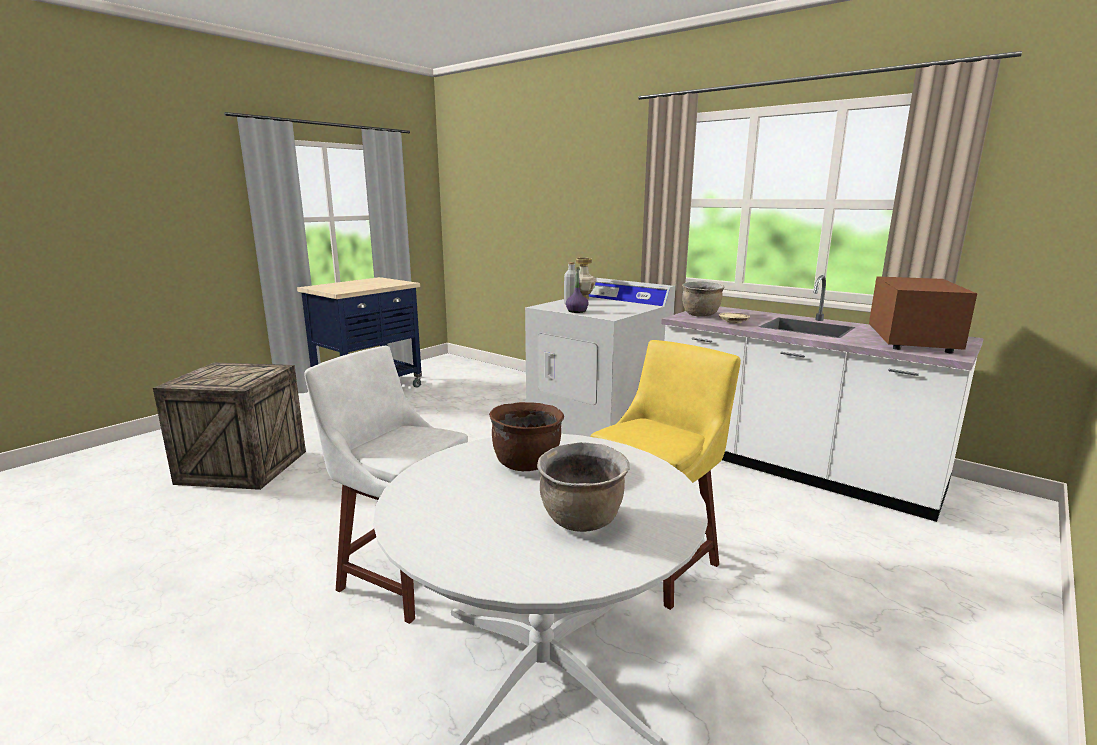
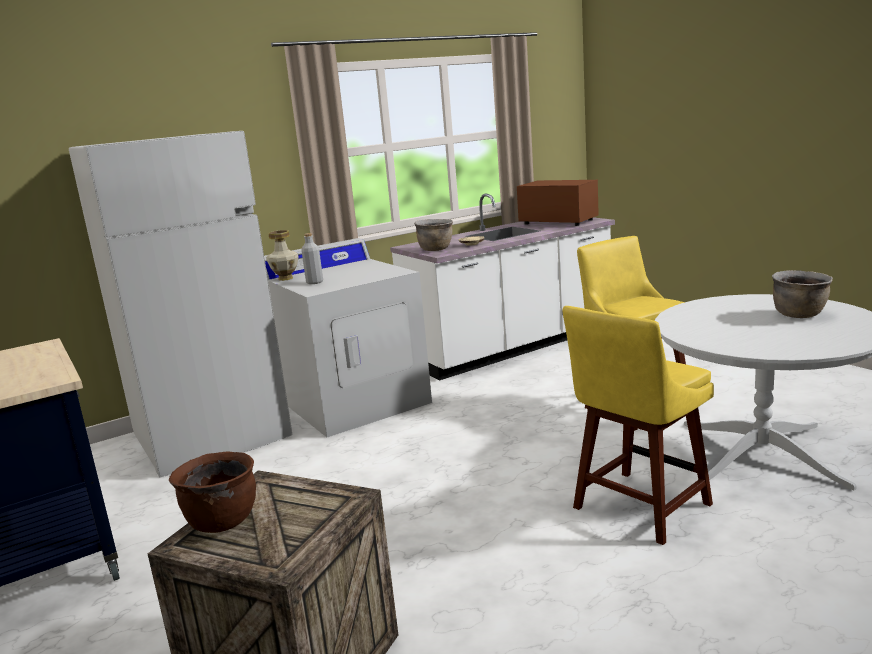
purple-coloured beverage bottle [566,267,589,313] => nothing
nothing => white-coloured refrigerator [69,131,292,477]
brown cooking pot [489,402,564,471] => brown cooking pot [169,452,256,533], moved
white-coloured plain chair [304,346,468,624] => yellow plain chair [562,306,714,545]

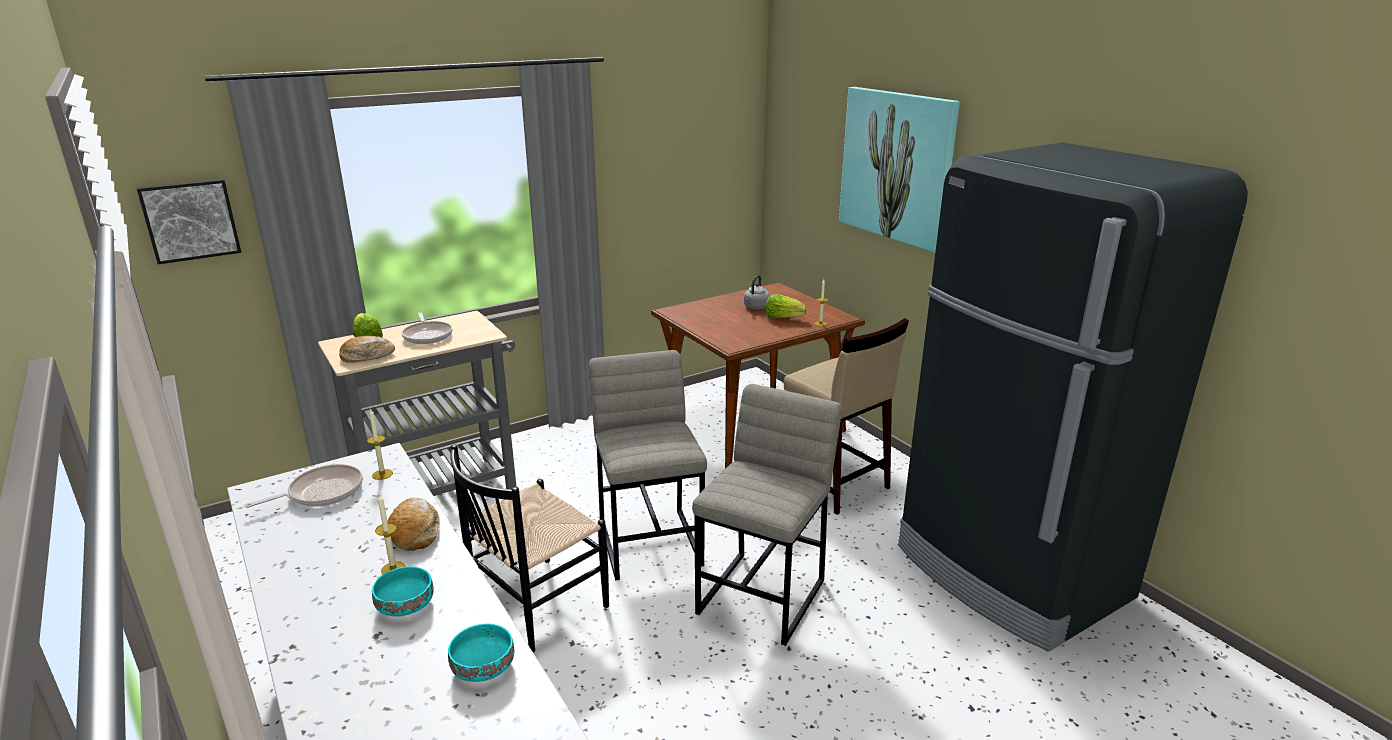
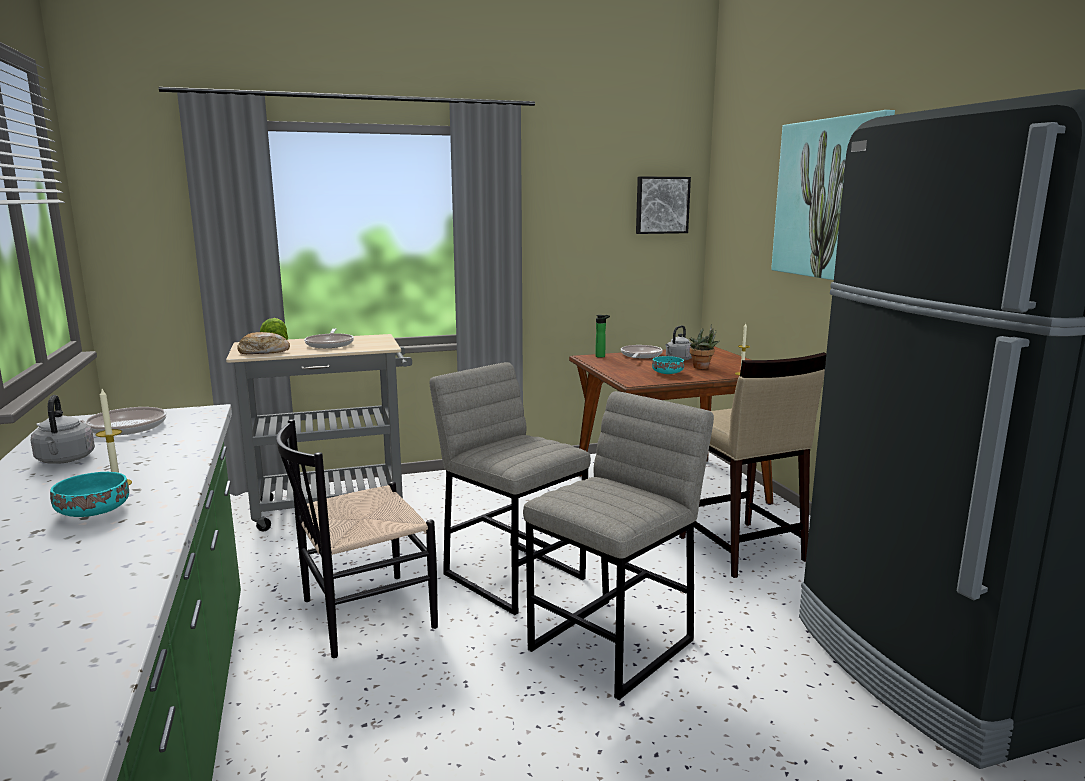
wax light [367,408,393,480] => nothing
bread [388,498,440,551] => nothing
nothing => greyish water kettle [31,395,95,463]
nothing => beverage bottle [595,315,610,358]
nothing => pan [621,345,663,358]
wall art [137,179,241,264] => wall art [636,176,691,234], moved
blue-green bowl [448,624,514,682] => blue-green bowl [652,356,684,374], moved
lettuce [766,294,807,318] => houseplant [690,324,719,369]
greyish plain chair [589,350,707,580] => greyish plain chair [430,362,591,615], 45 degrees counterclockwise

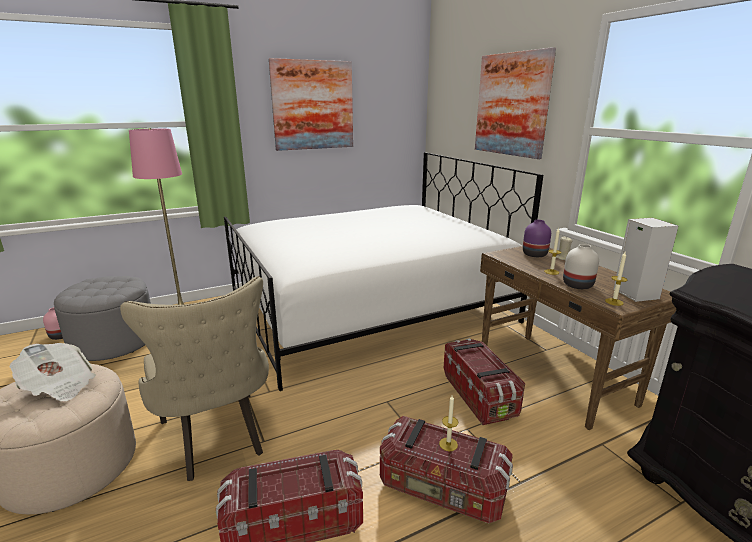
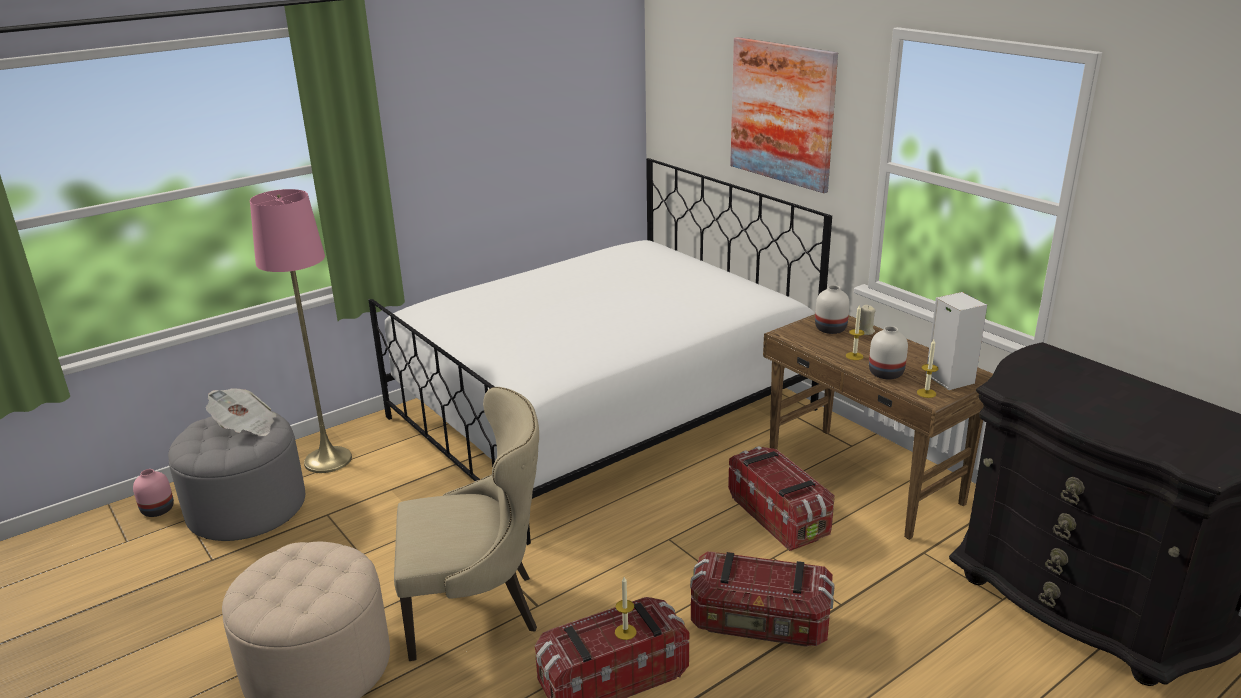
wall art [269,58,353,151] => nothing
printed paper [10,343,96,402] => printed paper [206,389,276,436], moved
wax light [439,395,458,451] => wax light [615,577,637,640], moved
purple-coloured flower vase [523,220,551,257] => white-coloured flower vase [815,285,850,334]
beige-coloured plain chair [120,276,269,481] => beige-coloured plain chair [394,387,539,661], 60 degrees counterclockwise

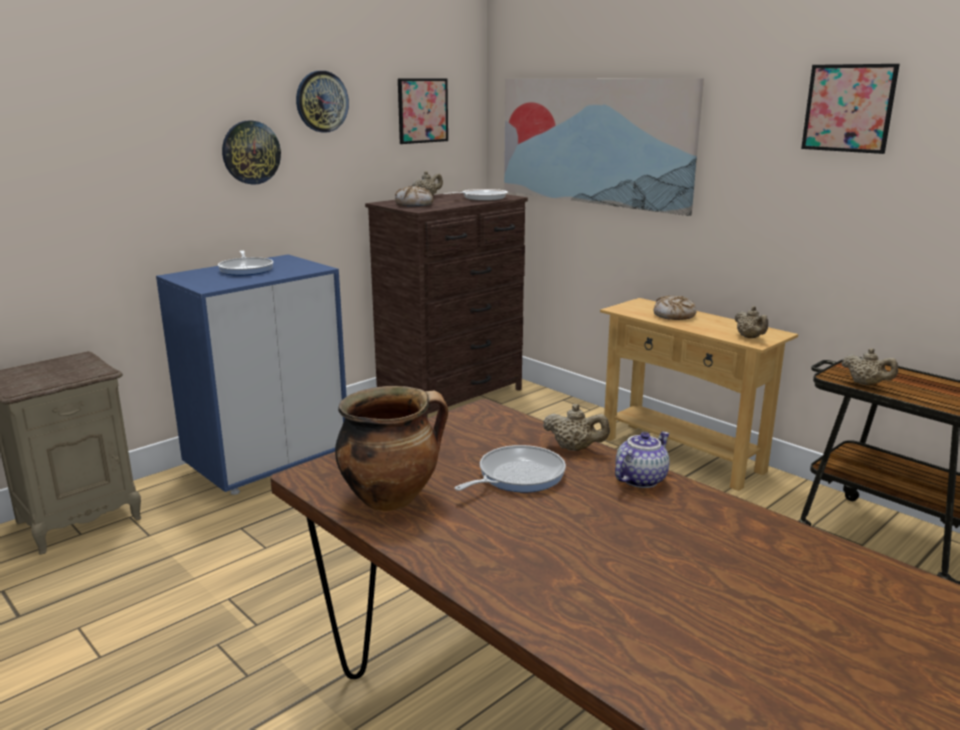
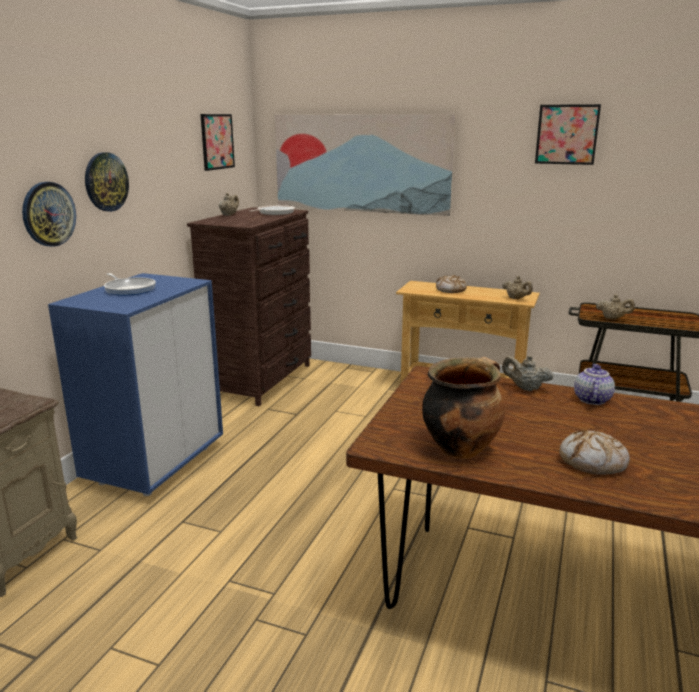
pan [454,445,566,492] => nothing
clock on the wall [296,71,349,133] => clock on the wall [22,182,76,247], moved
bread [395,186,433,207] => bread [559,430,630,474], moved
beige-coloured pot for tea [543,404,610,451] => beige-coloured pot for tea [502,355,553,391], 150 degrees counterclockwise

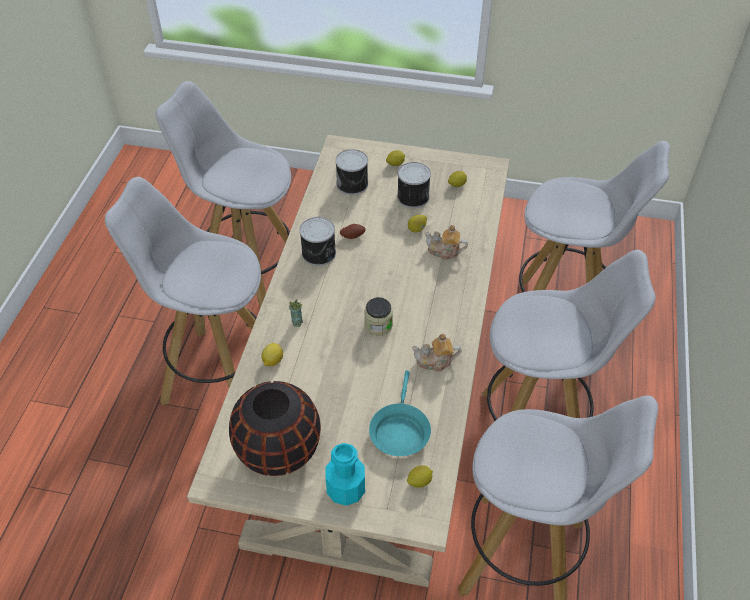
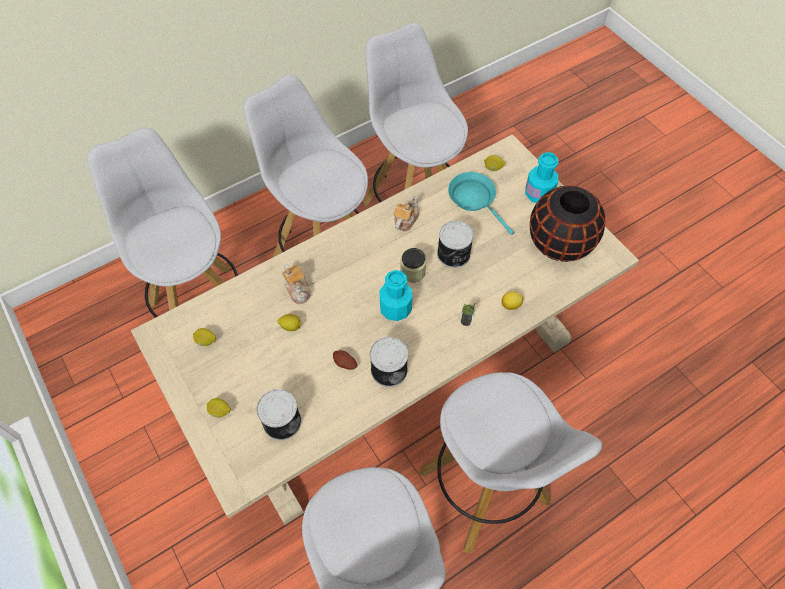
nothing => blue-green beverage bottle [380,270,412,321]
metal can [397,162,431,208] => metal can [437,221,474,268], moved
blue-green pan [369,370,431,456] => blue-green pan [448,172,514,235], 90 degrees counterclockwise
pot for tea [412,334,461,372] => pot for tea [394,195,419,231], 105 degrees counterclockwise

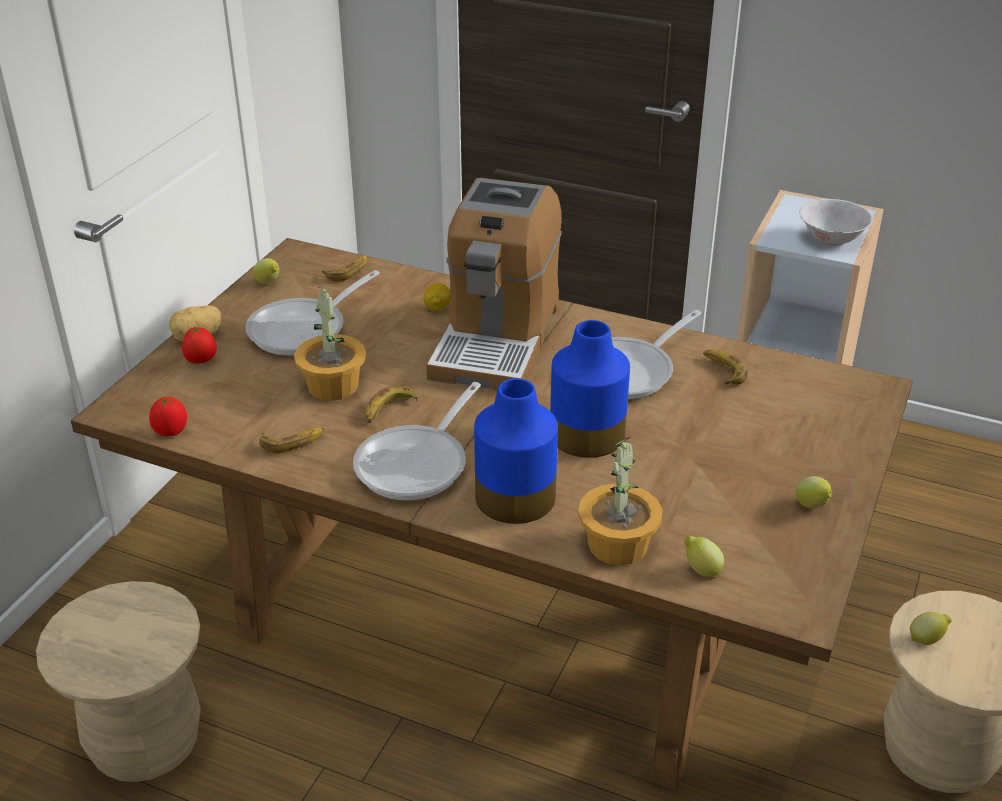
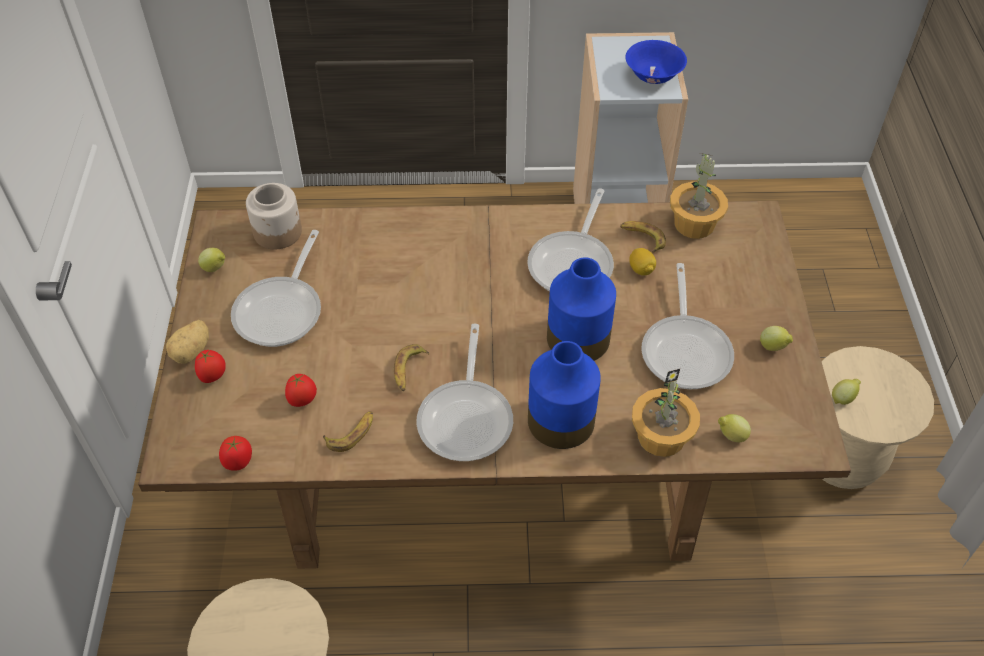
coffee machine [426,178,562,391] => nothing
nothing => tomato [285,374,317,407]
nothing => pan [641,263,734,389]
houseplant [294,287,366,401] => houseplant [670,153,728,239], moved
whole lemon [424,283,451,311] => whole lemon [629,248,656,275], moved
banana fruit [322,255,367,281] => storage jar [246,183,302,250]
white-coloured bowl [799,199,873,246] => bluish bowl [626,40,687,84]

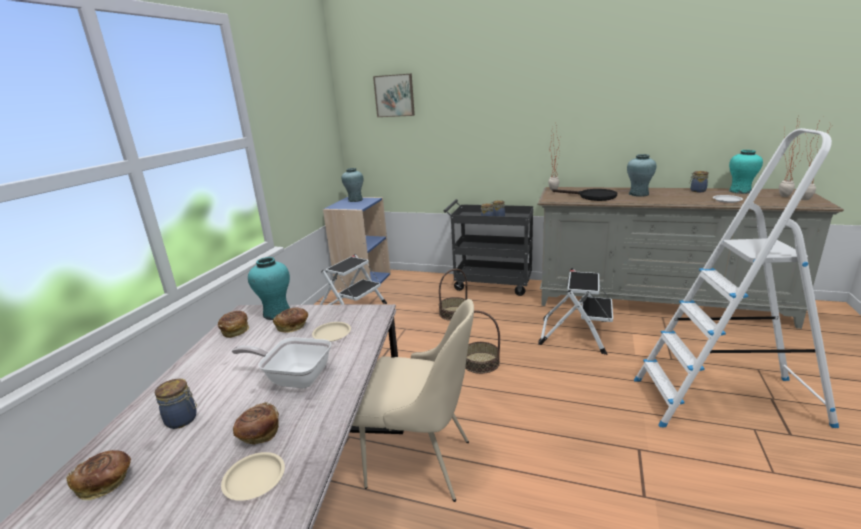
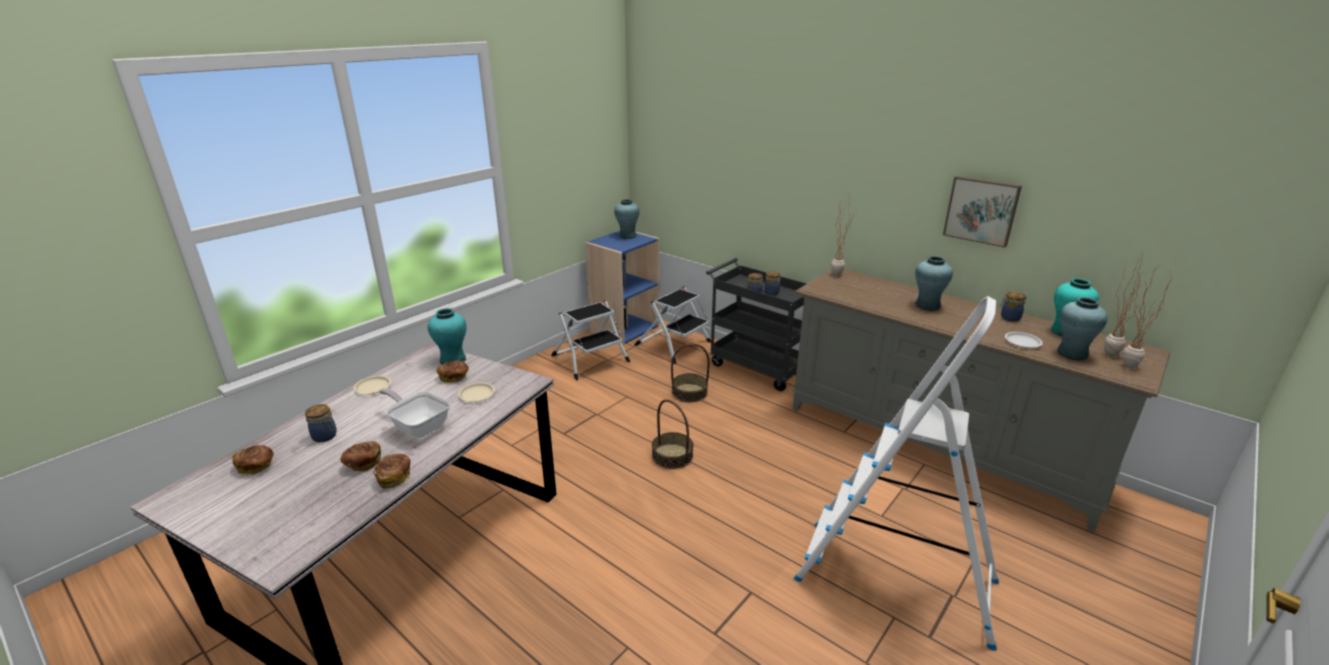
beige-coloured plain chair [352,299,474,502] => nothing
black pan [552,189,617,201] => nothing
nothing => blue-green flower vase [1057,297,1107,361]
bread [218,311,249,338] => bread [374,454,410,489], moved
beige-coloured dinner plate [221,452,285,501] => beige-coloured dinner plate [354,376,391,394], moved
wall art [373,74,415,117] => wall art [943,176,1022,248], moved
step stool [538,268,613,354] => step stool [634,286,711,364], moved

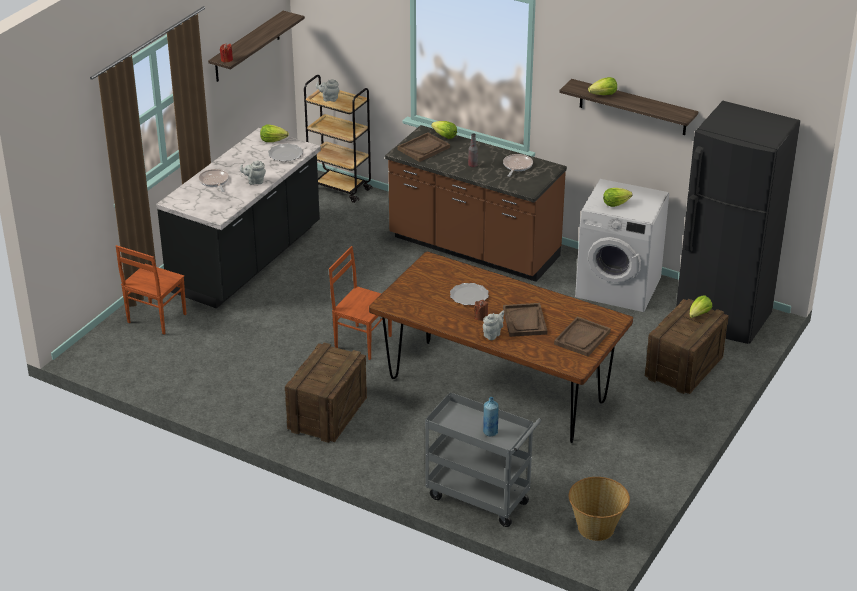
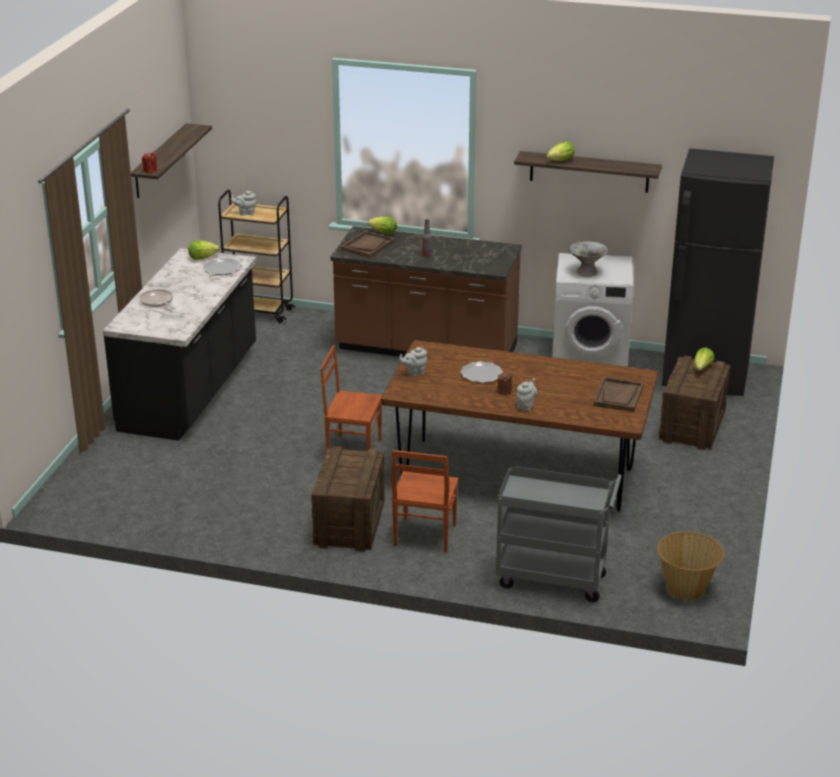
bluish beverage bottle [483,397,499,436] => nothing
pan [503,154,533,177] => nothing
brown carrying tray [503,303,547,337] => nothing
brown plain chair [116,245,187,335] => brown plain chair [391,450,458,552], moved
greyish pot for tea [240,161,266,185] => greyish pot for tea [399,347,427,376], moved
lettuce [603,188,633,207] => greyish bowl [569,242,608,277]

